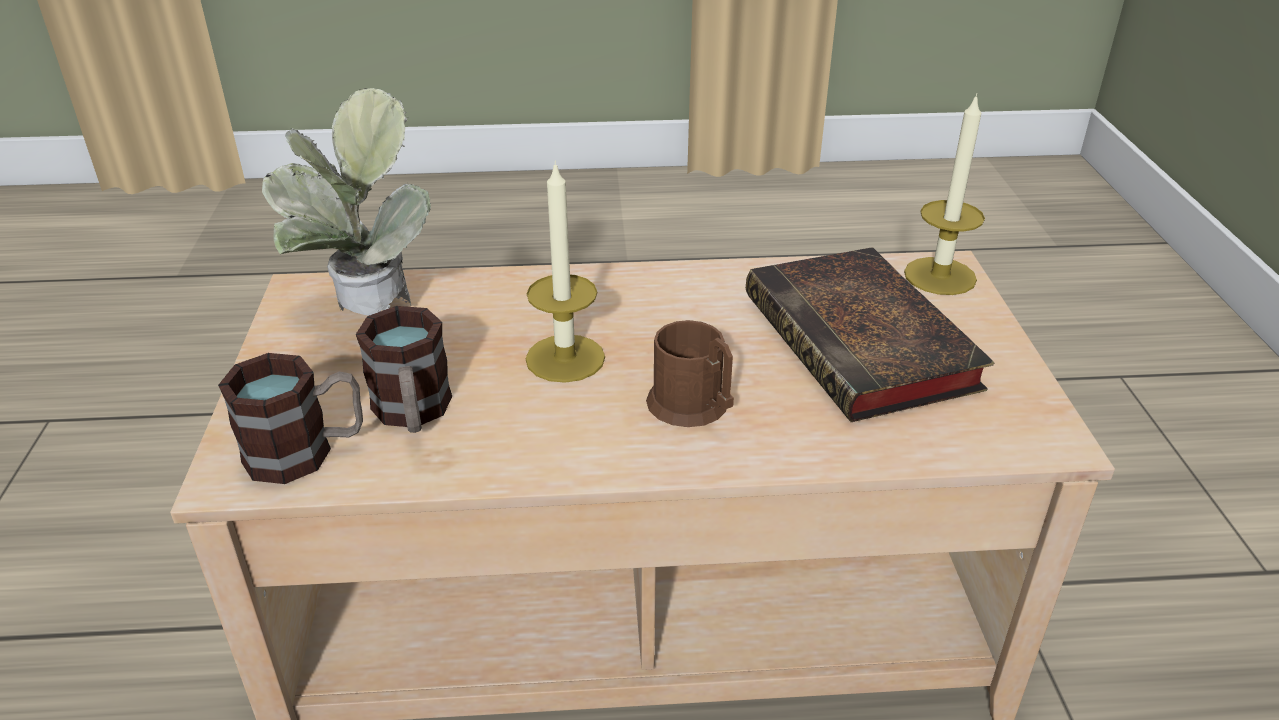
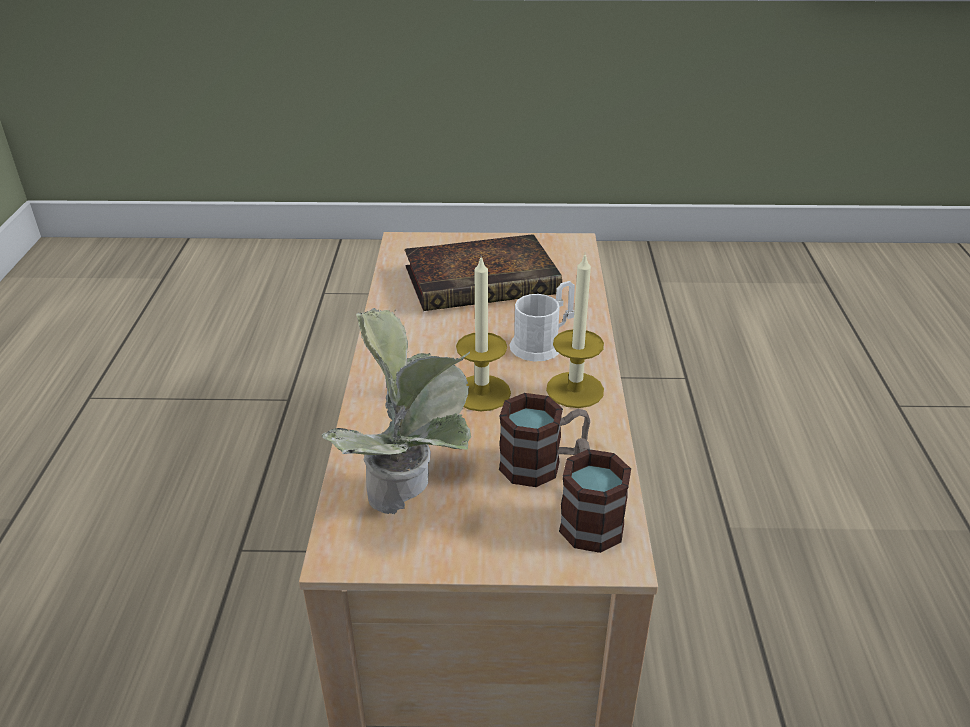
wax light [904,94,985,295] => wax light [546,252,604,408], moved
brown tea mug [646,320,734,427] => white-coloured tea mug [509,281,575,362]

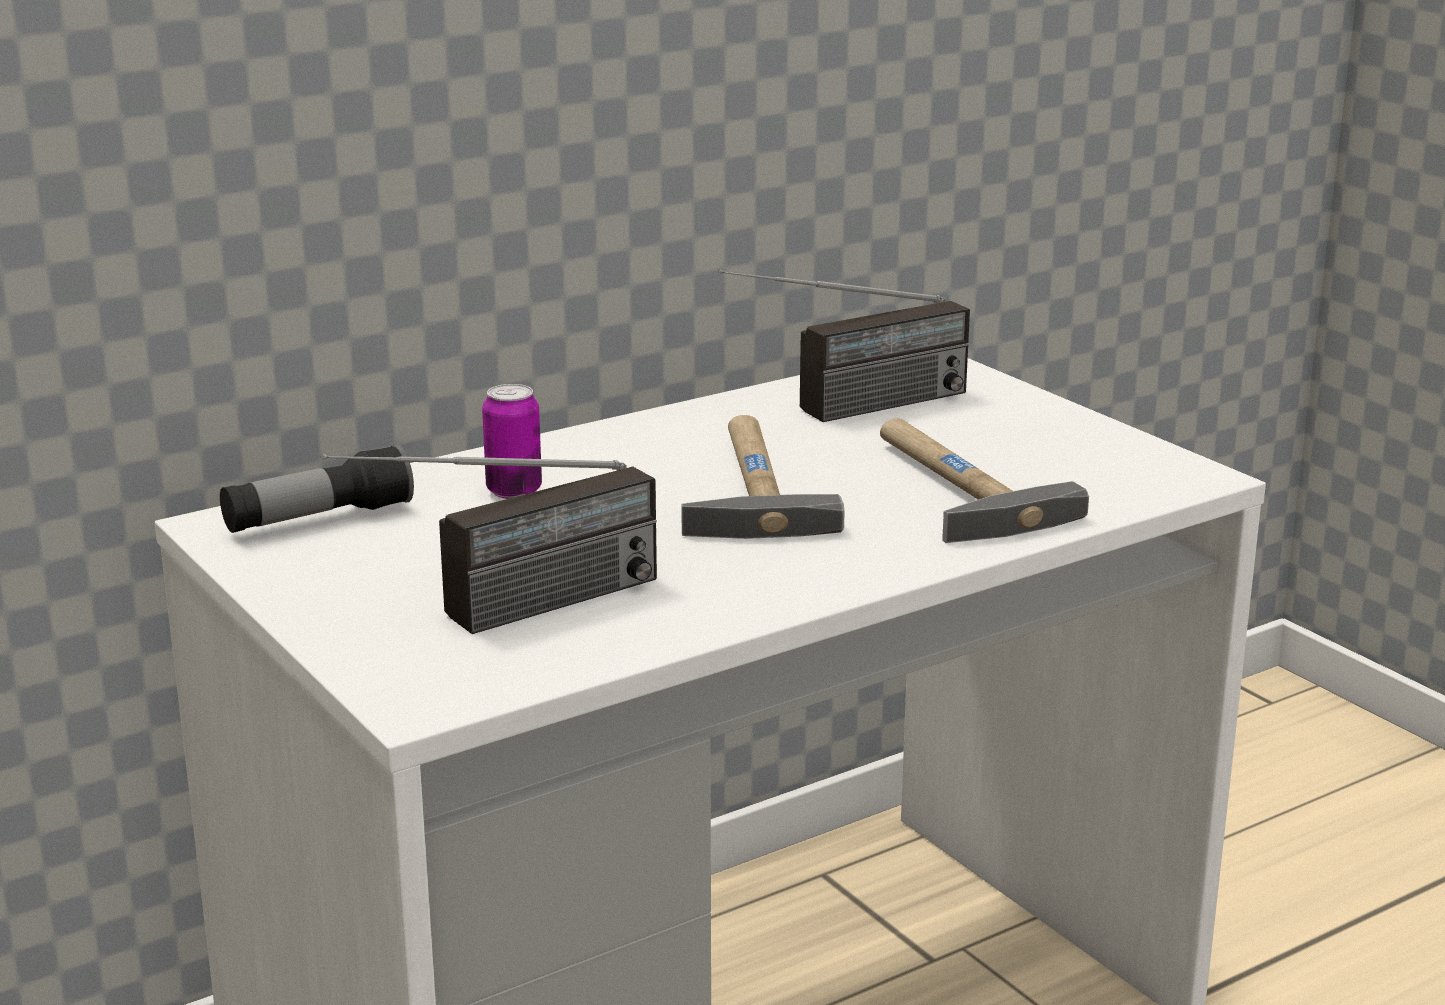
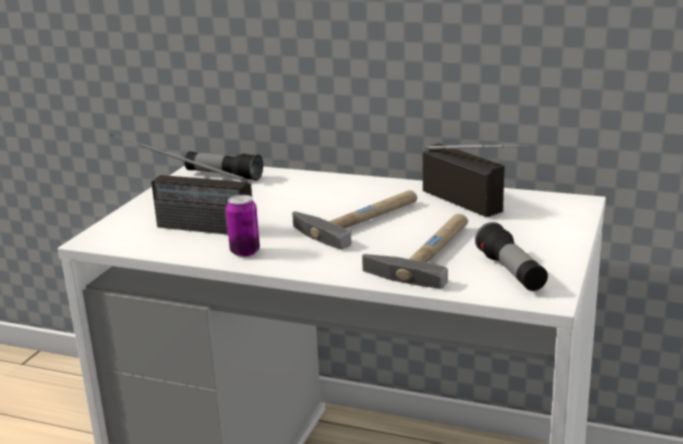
nothing => torch [475,222,548,291]
metal can [482,384,542,499] => metal can [226,195,260,257], moved
radio set [718,270,970,422] => radio set [423,143,532,217], 150 degrees counterclockwise

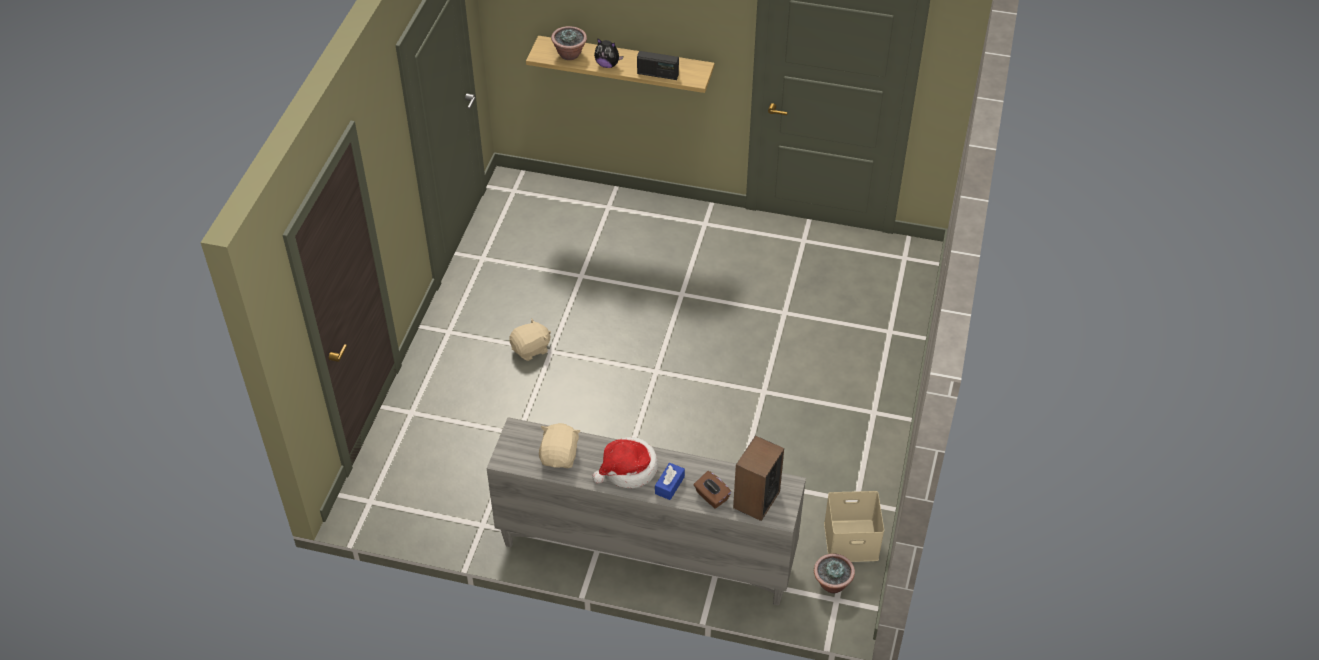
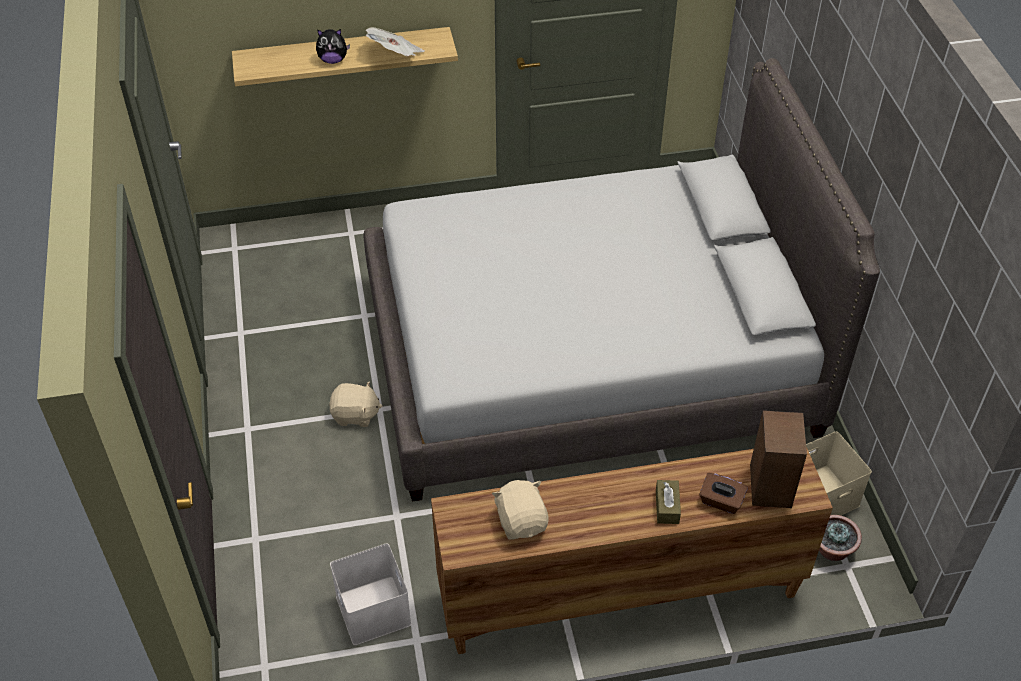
houseplant [551,26,587,60] => nothing
clothing hat [592,437,658,488] => nothing
nothing => white-coloured storage bin [330,543,412,645]
nothing => greyish sleeping bed [364,58,880,502]
radio set [637,51,679,80] => printed paper [365,27,425,56]
greyish dresser [487,417,806,606] => brown dresser [431,447,833,654]
bluish tissue box [655,463,685,500] => brown tissue box [656,480,681,524]
beige-coloured soft toy [509,319,551,361] => beige-coloured soft toy [329,381,382,427], 60 degrees clockwise

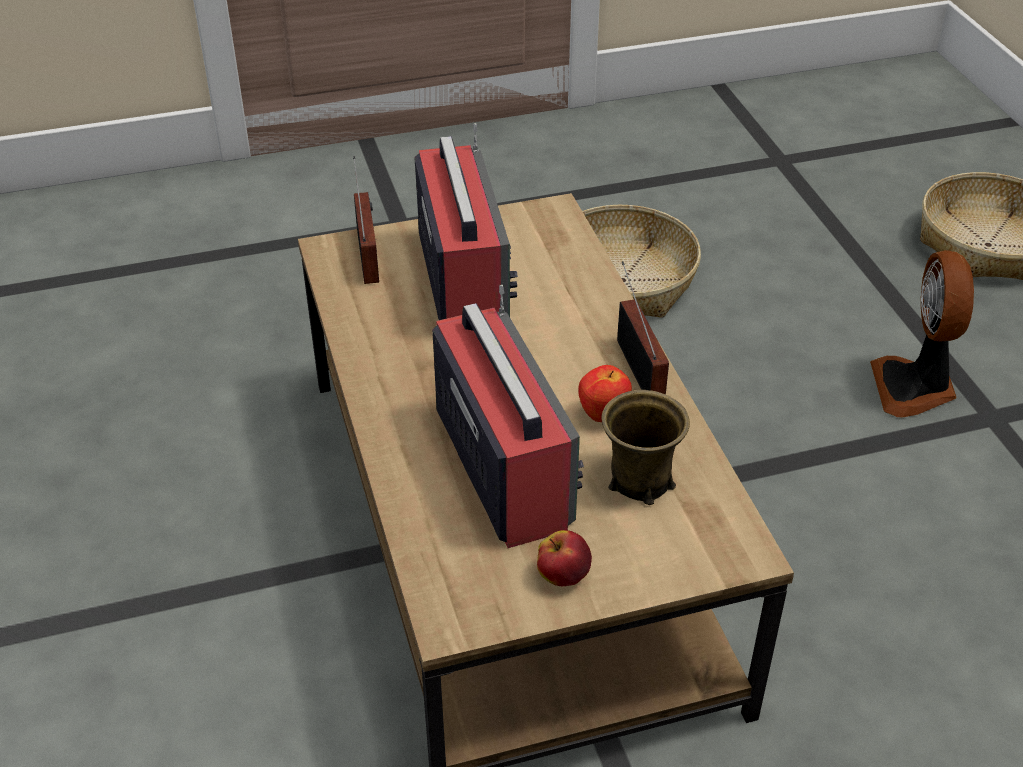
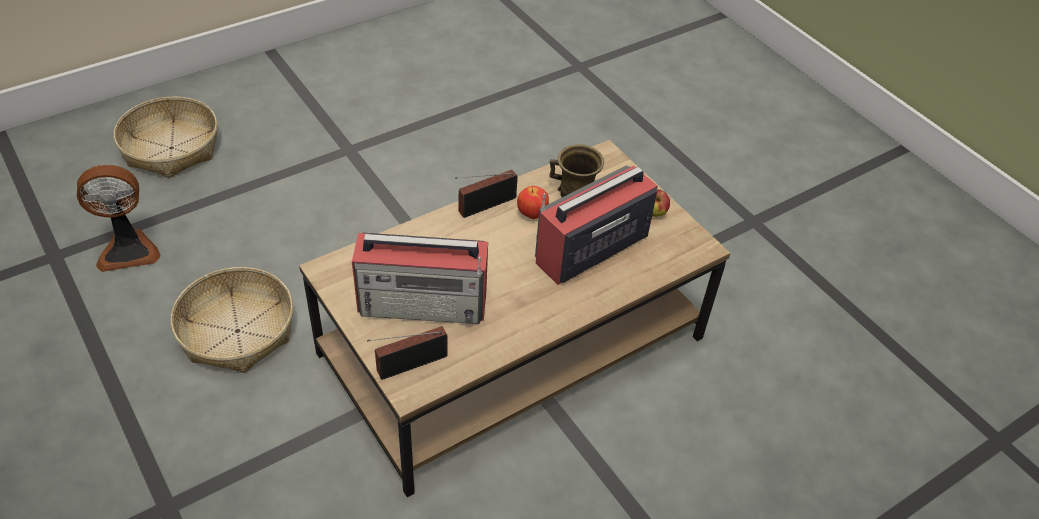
fan [870,250,974,418] => fan [77,165,160,272], moved
radio set [414,123,518,320] => radio set [352,233,488,324], 150 degrees counterclockwise

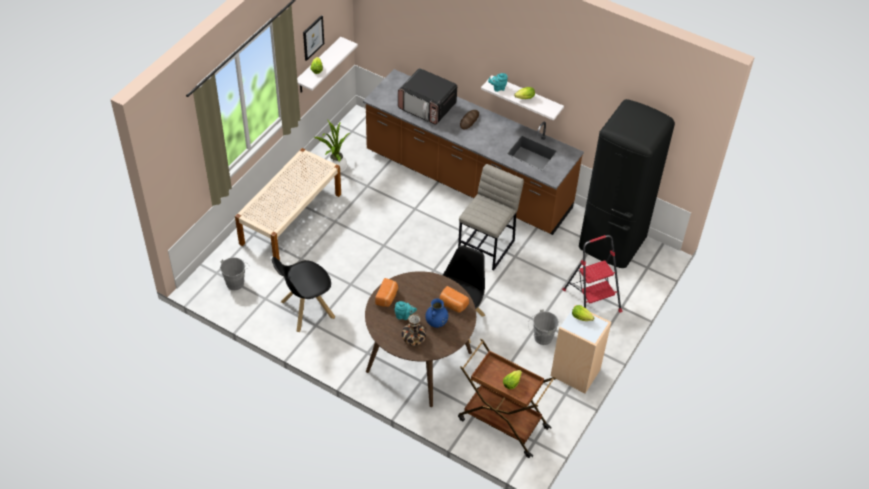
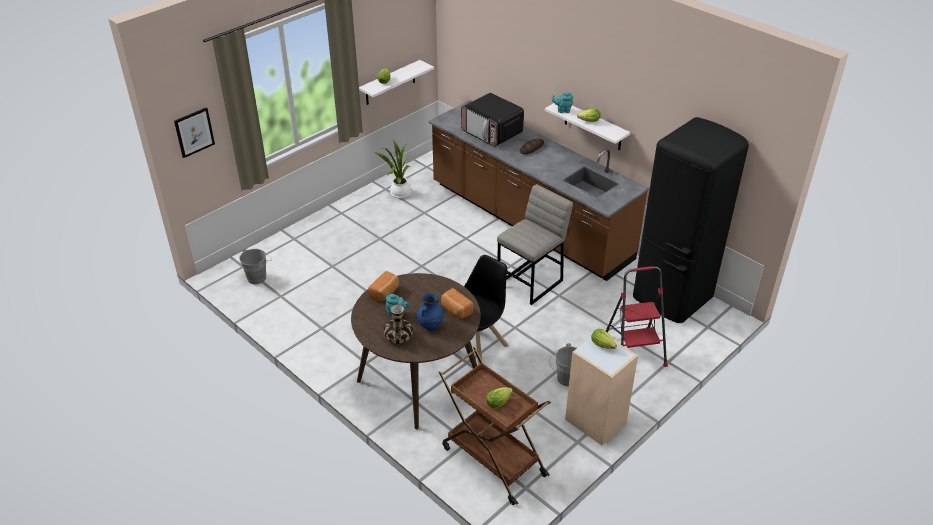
beige-coloured indoor bench [235,148,341,261] => nothing
black plain chair [272,257,335,332] => nothing
wall art [303,15,324,61] => wall art [174,107,215,158], moved

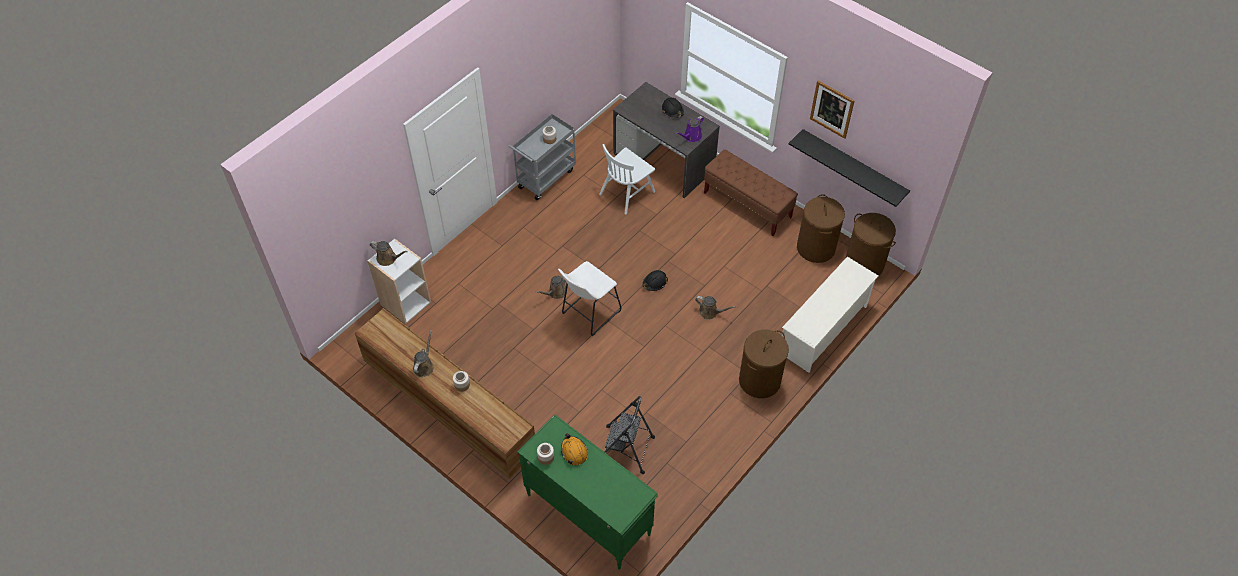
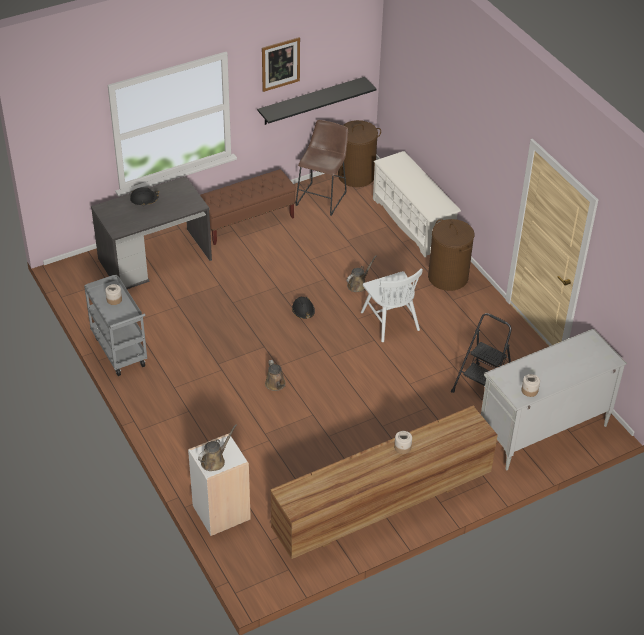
brown watering can [413,330,434,377] => nothing
white-coloured stool [558,261,621,336] => nothing
orangey safety helmet [561,433,588,465] => nothing
purple-coloured watering can [676,116,704,142] => nothing
white-coloured plain chair [599,144,655,215] => white-coloured plain chair [361,268,423,342], moved
brown hamper [797,194,845,263] => brown stool [296,120,348,216]
green-coloured dresser [517,415,658,570] => white-coloured dresser [481,329,627,470]

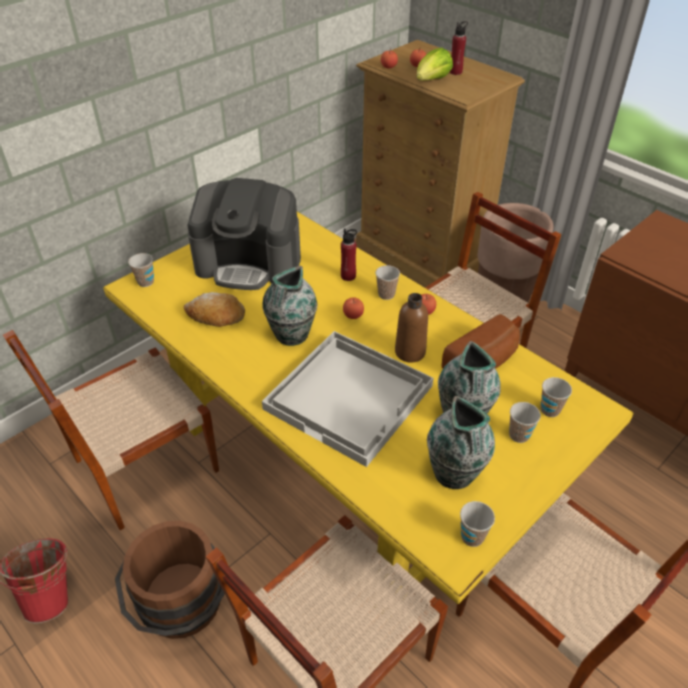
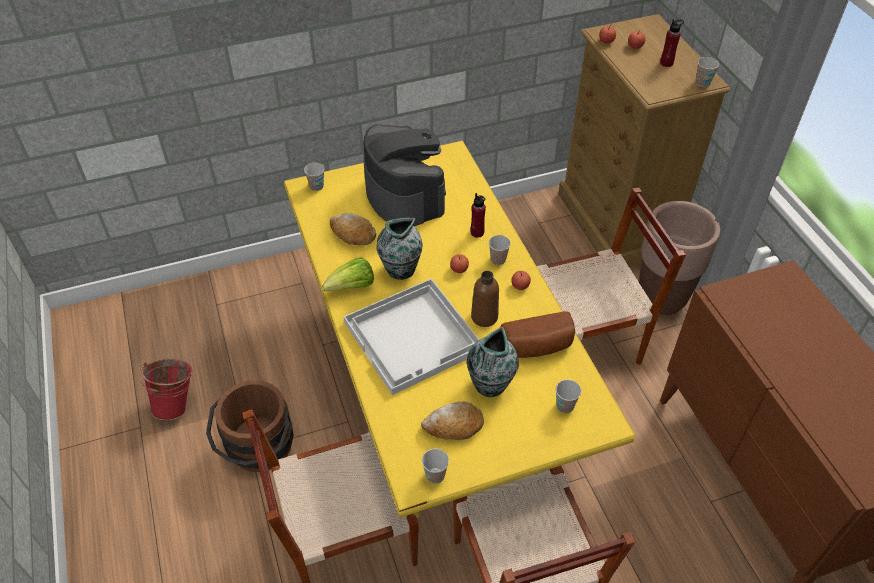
plain chair [3,330,219,530] => nothing
lettuce [417,48,453,81] => lettuce [322,257,374,292], moved
small cup [509,402,541,443] => small cup [696,57,719,87], moved
flower vase [427,396,495,489] => bread [421,401,484,440]
coffee machine [187,178,301,290] => coffee machine [363,124,446,226], 150 degrees counterclockwise

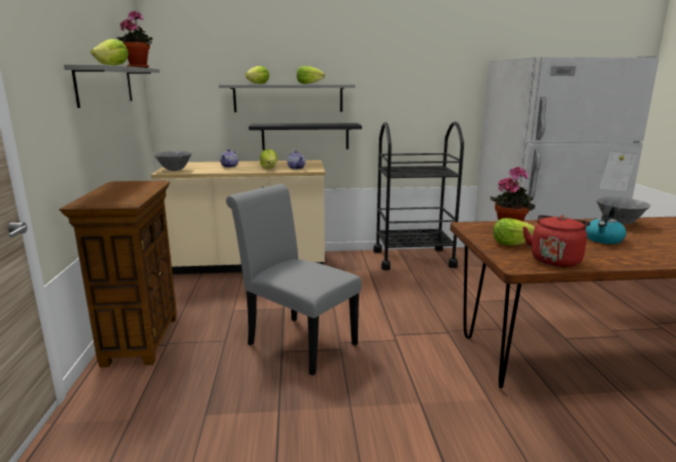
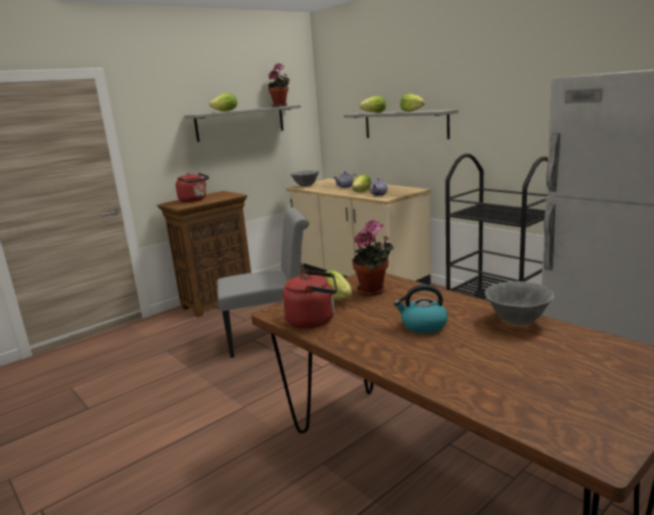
black wall shelf [249,123,362,150] => nothing
nothing => red-coloured water kettle [176,173,209,202]
greyish plain chair [226,184,362,376] => greyish plain chair [217,207,309,358], 75 degrees clockwise

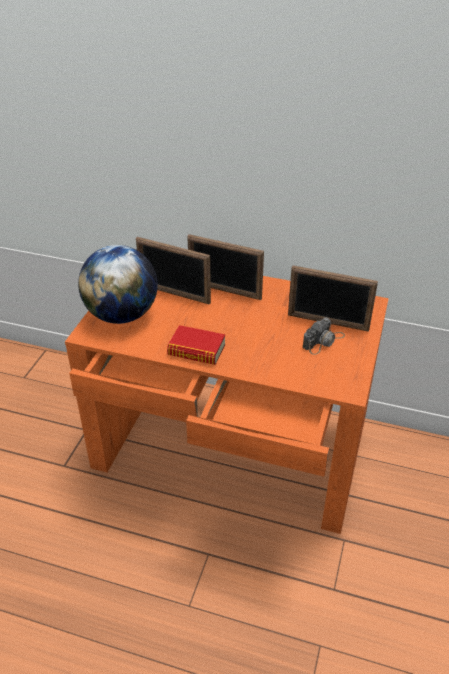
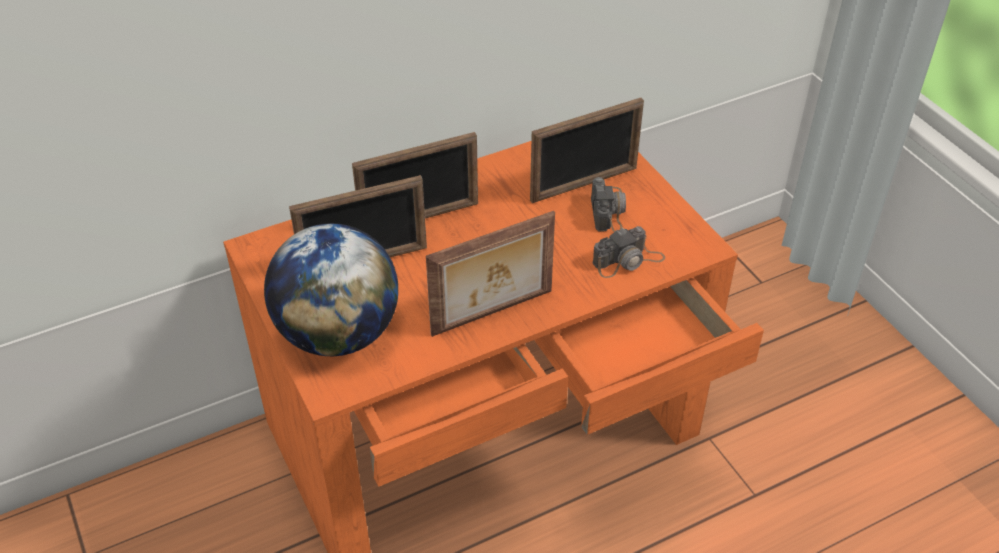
nothing => still camera [592,226,665,278]
bound book [167,325,225,365] => photo frame [426,211,555,337]

